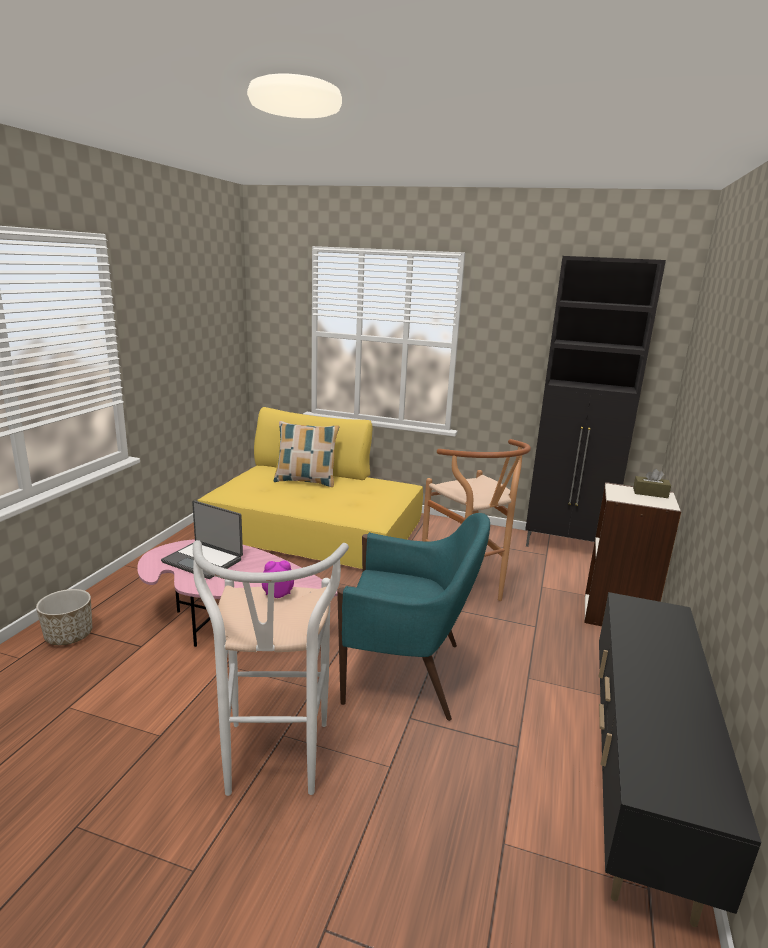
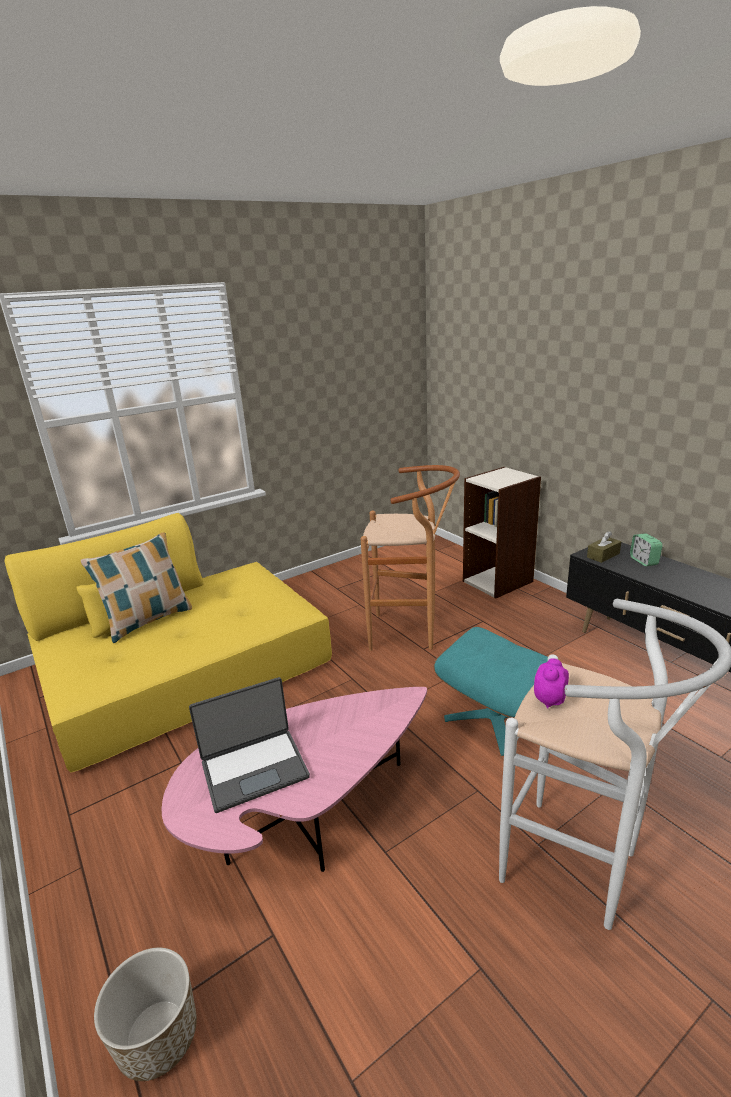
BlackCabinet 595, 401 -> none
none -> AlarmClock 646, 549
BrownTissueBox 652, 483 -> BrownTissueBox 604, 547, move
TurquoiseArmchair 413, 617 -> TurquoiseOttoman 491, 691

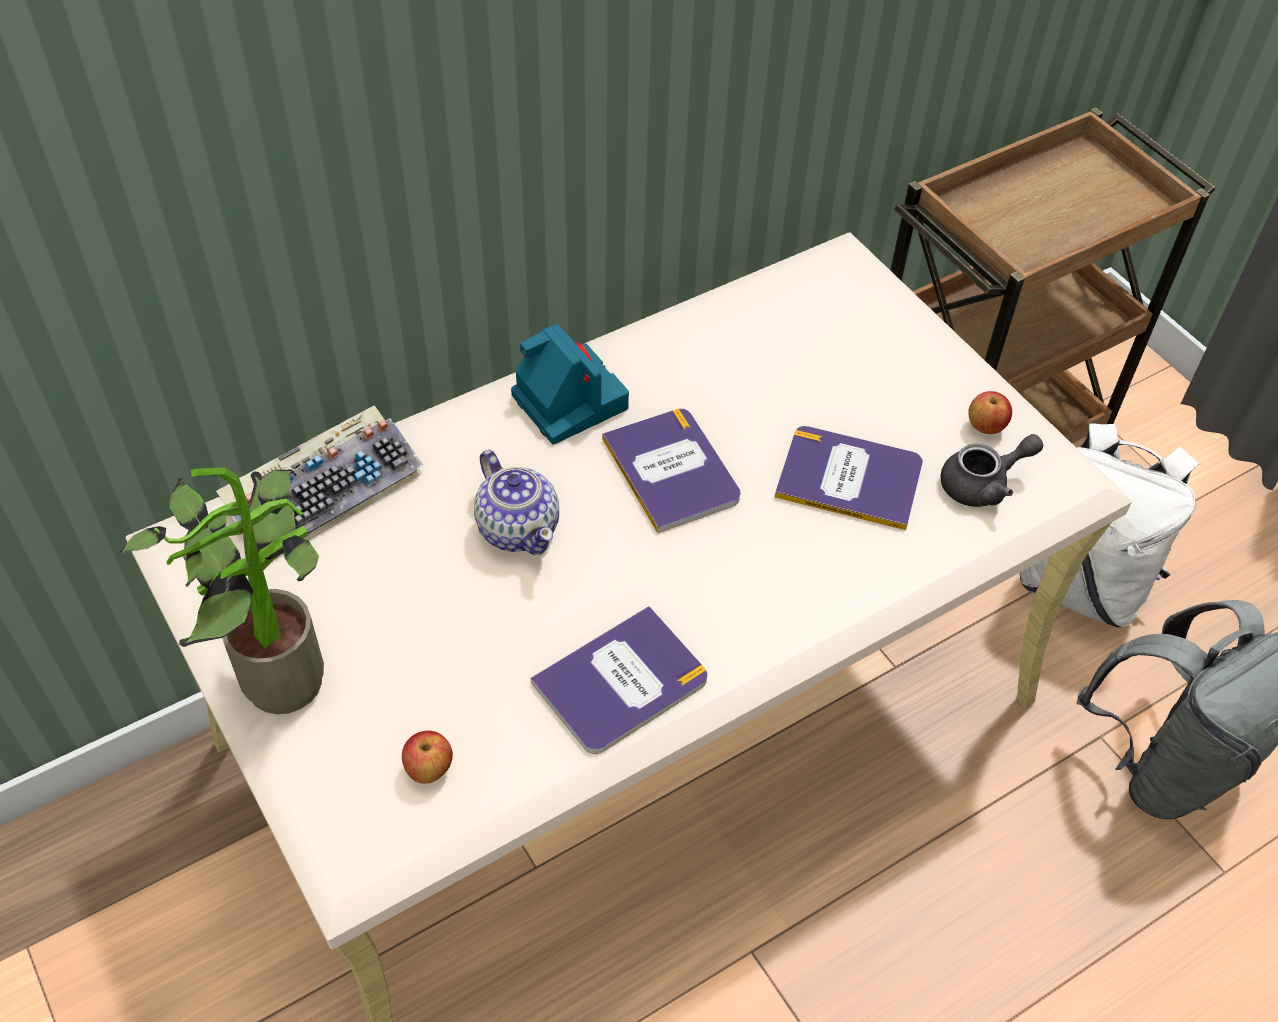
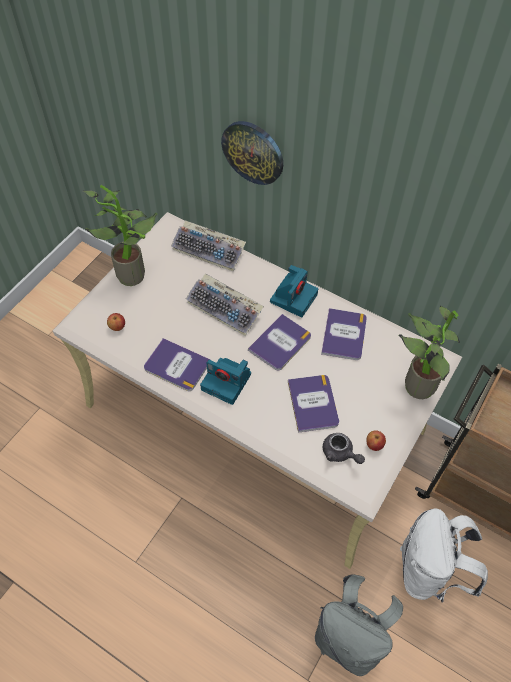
none -> PhotoCamera 225, 381
none -> WallClock 252, 153
none -> Book 344, 334
none -> PottedPlant 429, 352
Teapot 516, 502 -> Keyboard 225, 305

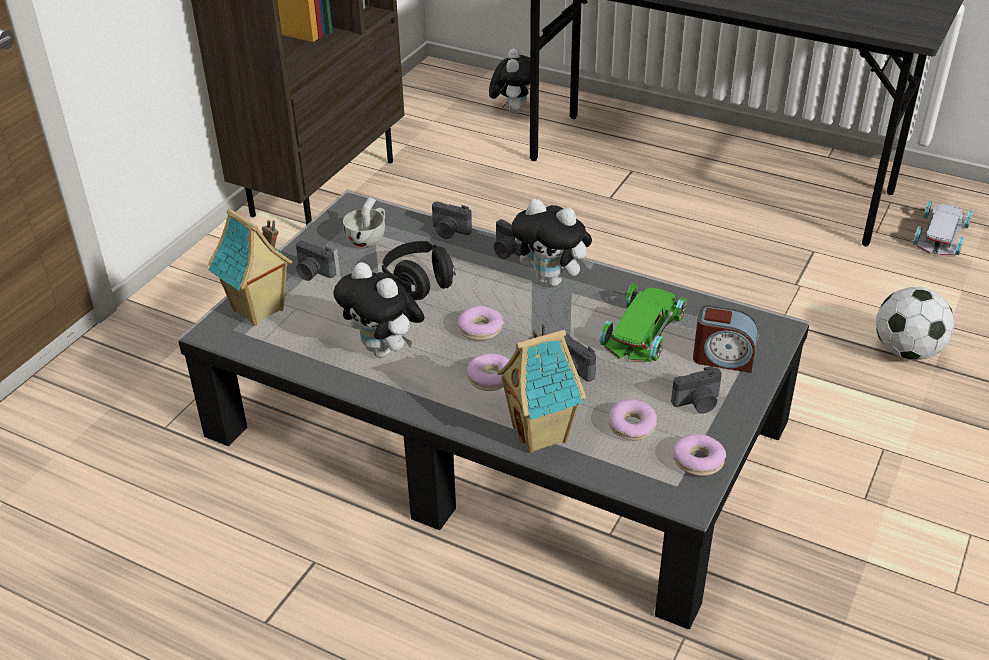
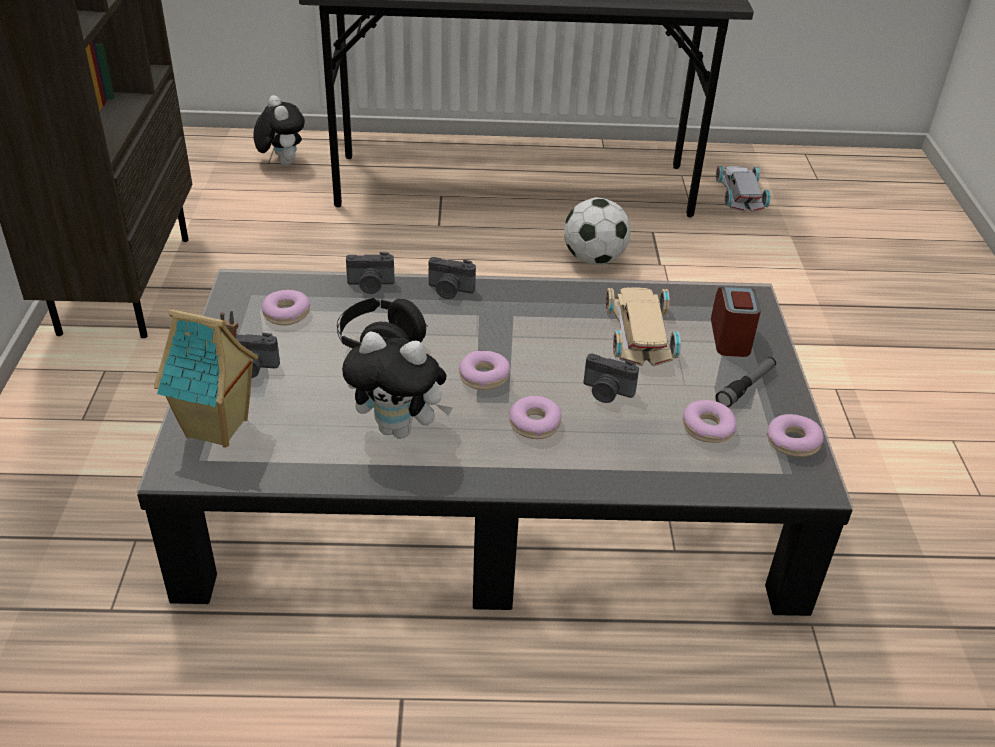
ToyHouse 541, 388 -> none
PlushToy 553, 242 -> none
Football 915, 323 -> Football 597, 231, move
WhiteCup 364, 222 -> Donut 286, 308
PhotoCamera 696, 390 -> Flashlight 745, 382
GreenToyCar 643, 323 -> BeigeToyCar 643, 326
AlarmClock 725, 339 -> AlarmClock 736, 322, 75 degrees counterclockwise

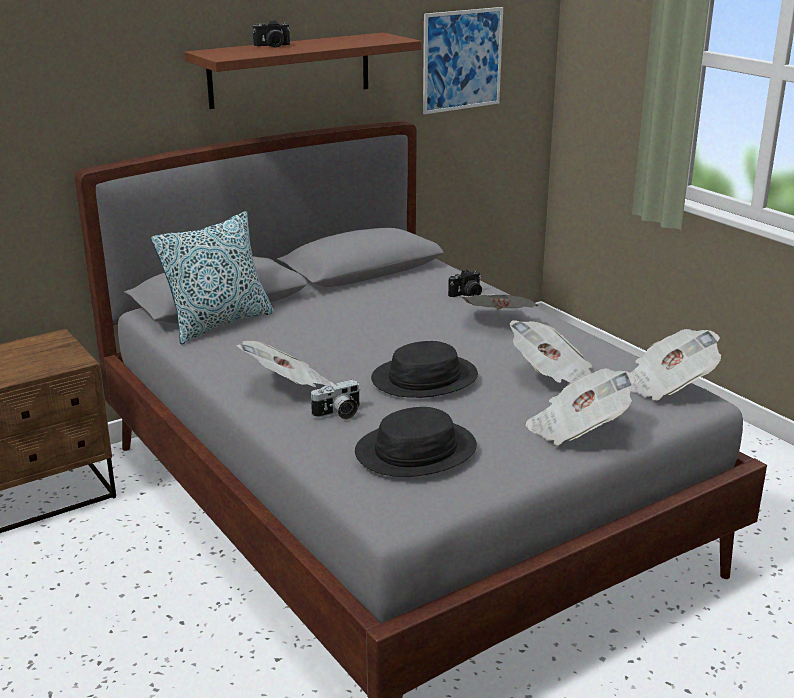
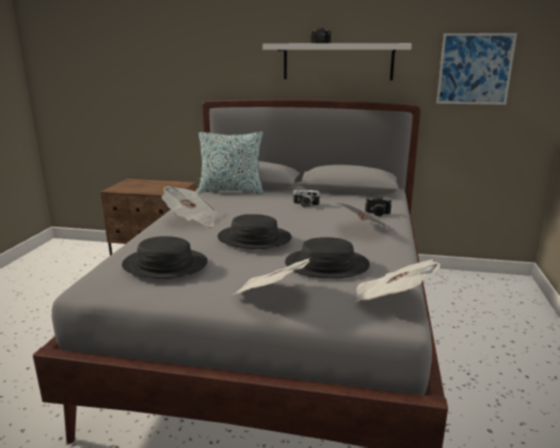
PhotoCamera 335, 399 -> PhotoCamera 306, 199, move
Newspaper 551, 351 -> BlackHat 327, 257
BrownShelf 302, 71 -> WhiteShelf 337, 61

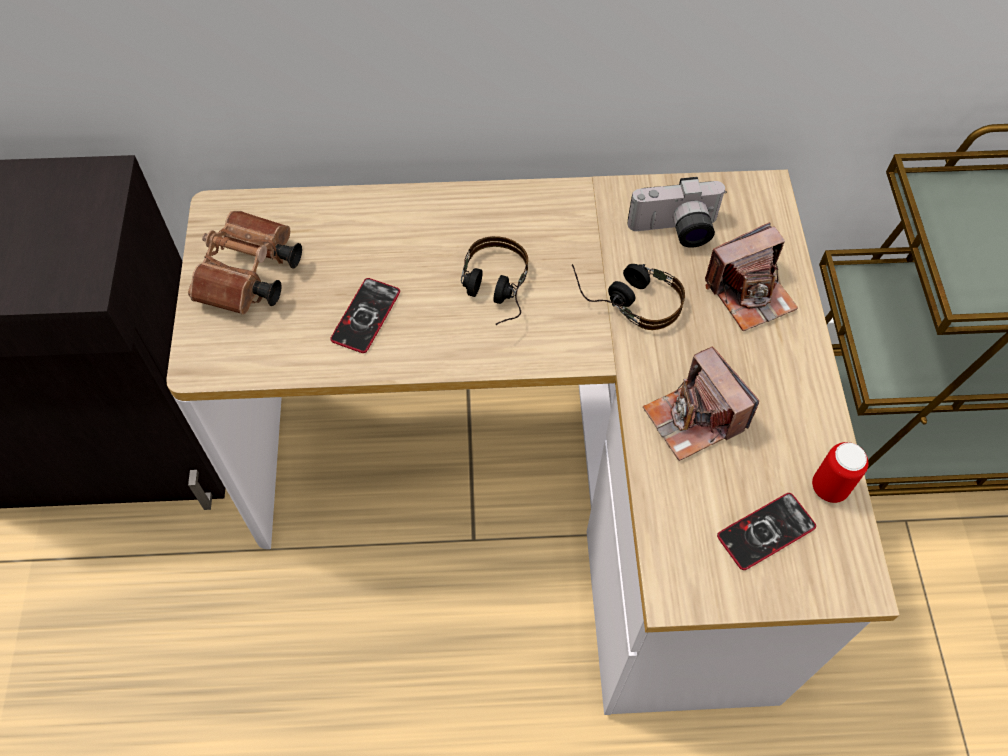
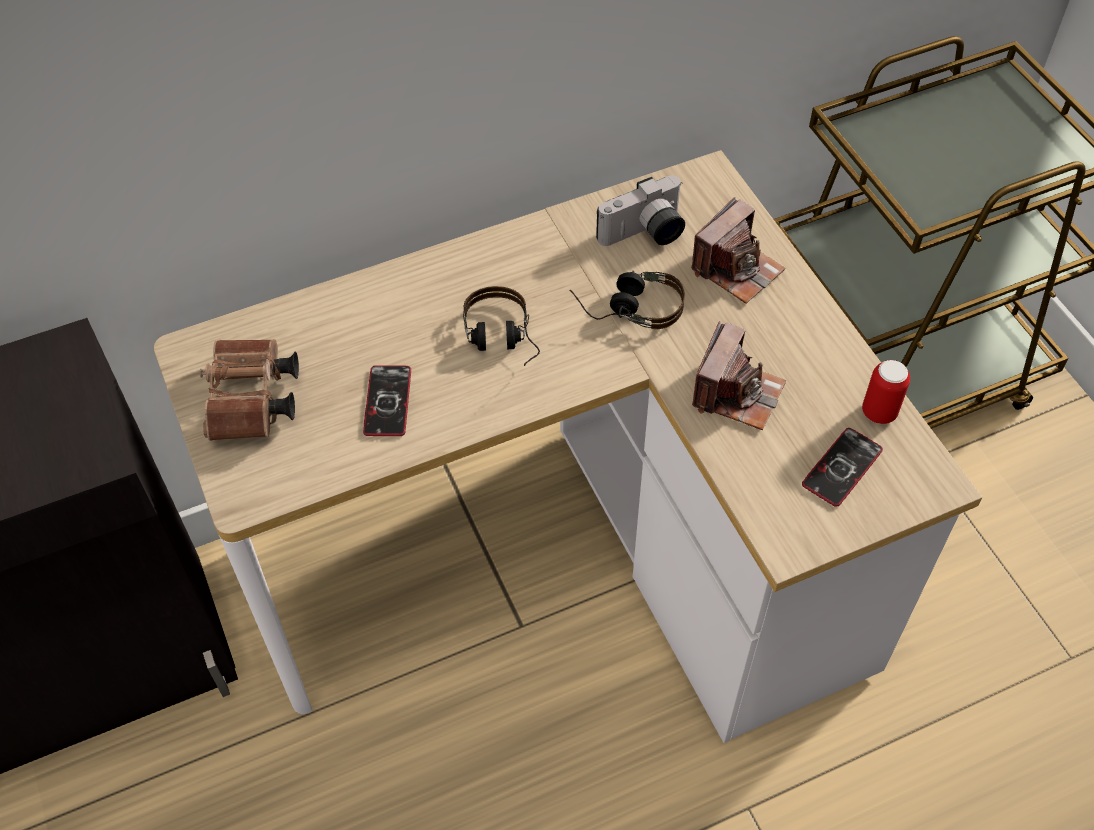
PhotoCamera 701, 403 -> PhotoCamera 739, 375, 105 degrees counterclockwise

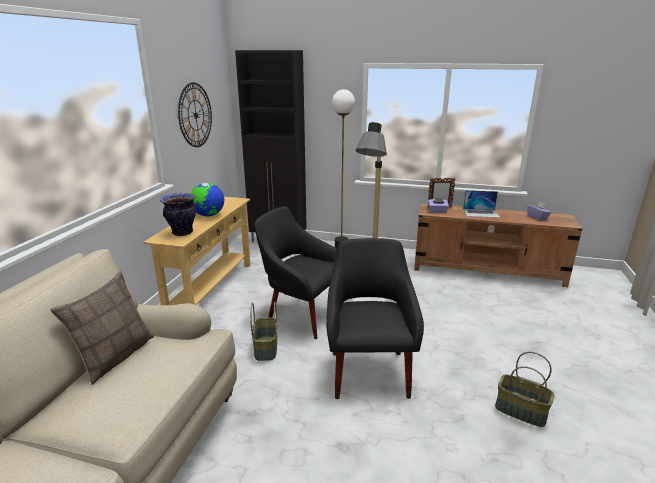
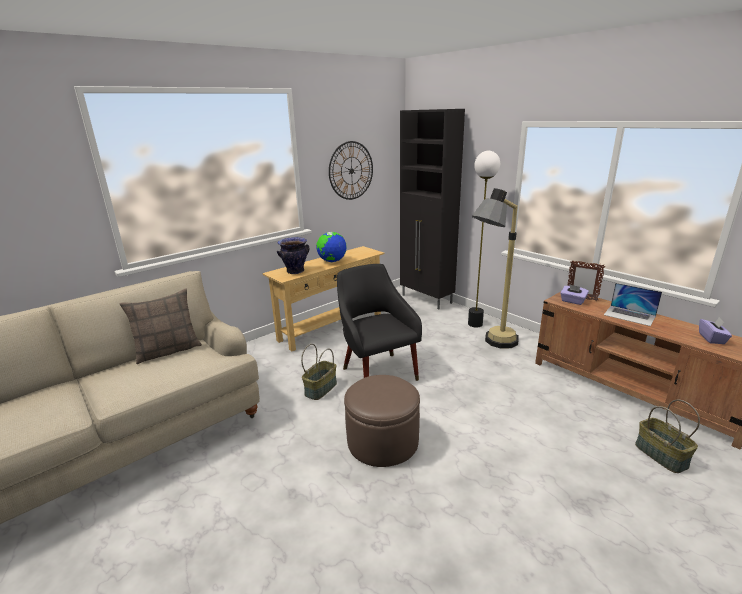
Basket 525, 389 -> Basket 667, 436, move
BlackArmchair 375, 318 -> BrownOttoman 382, 421

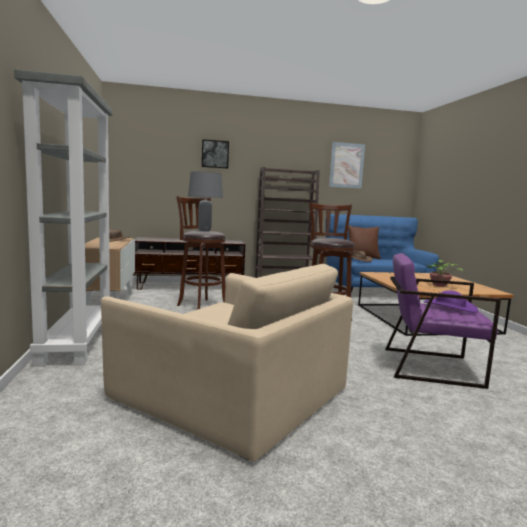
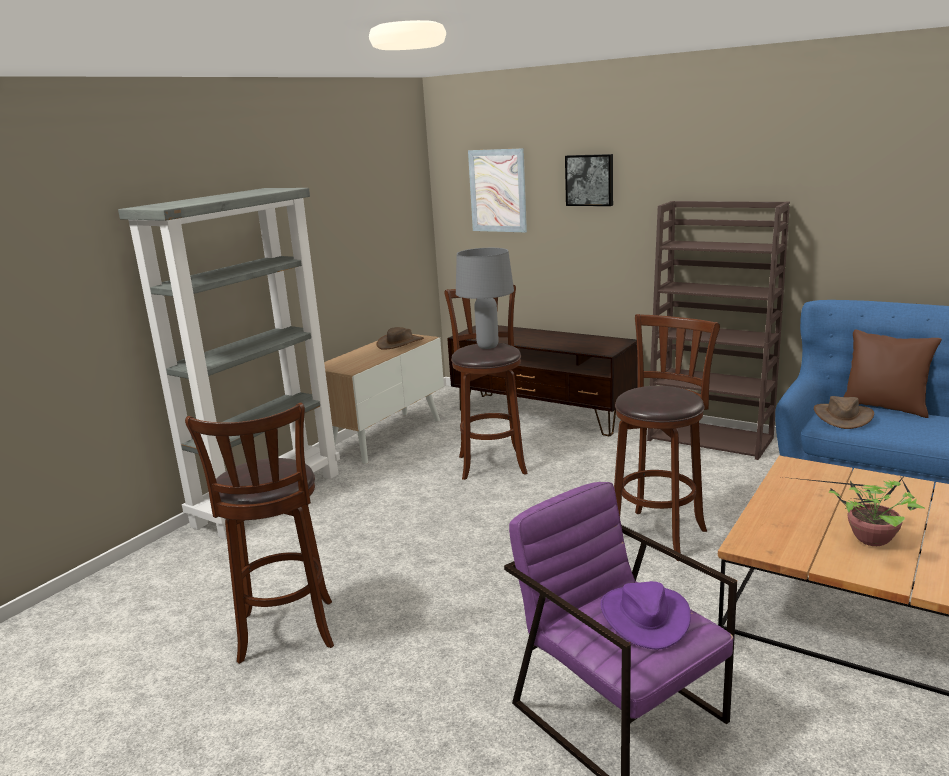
Picture 347, 165 -> Picture 497, 190, move
BeigeArmchair 227, 362 -> BrownStool 259, 533

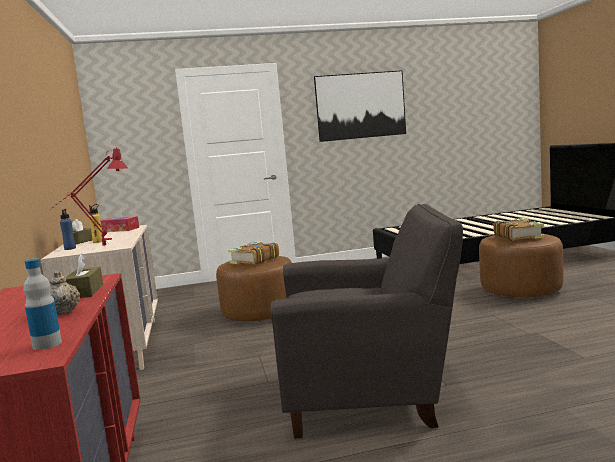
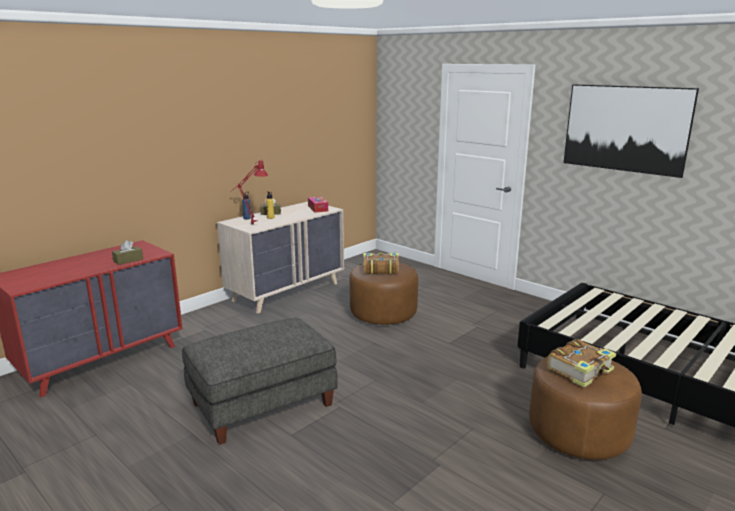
Bottle 42, 304 -> none
BeigeTeapot 65, 293 -> none
GreyArmchair 366, 321 -> GreyOttoman 260, 381

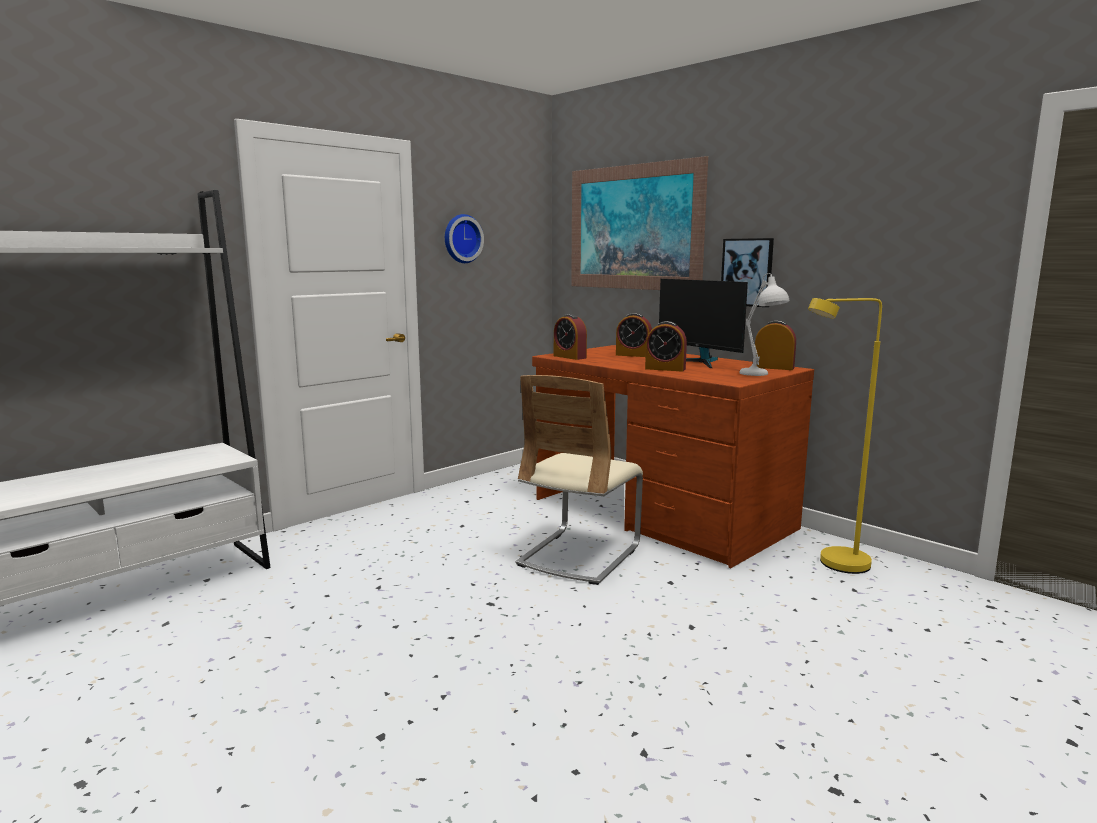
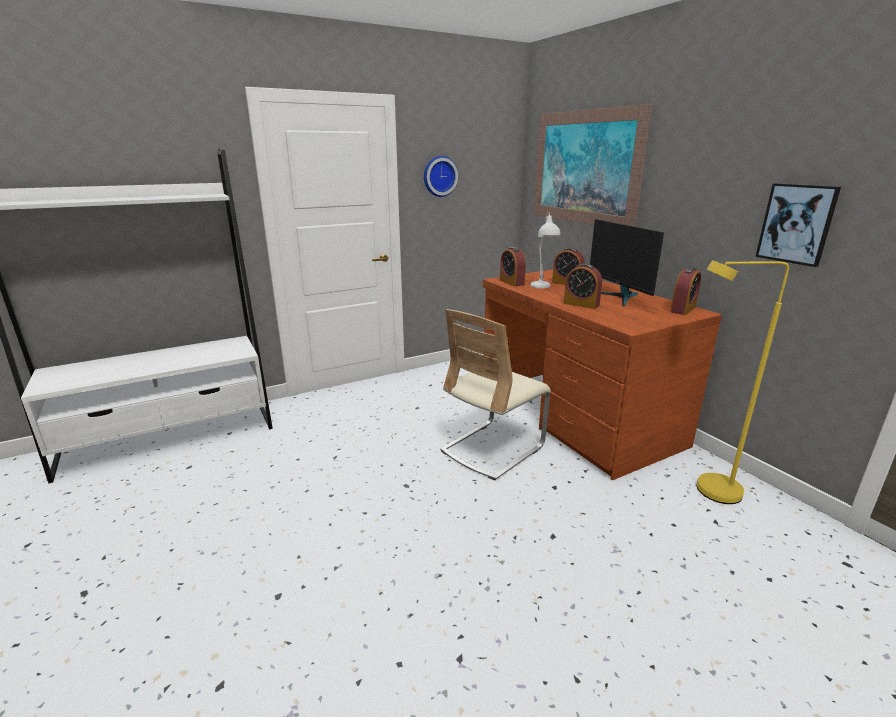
Picture 747, 272 -> Picture 798, 225, move
WhiteTableLamp 764, 324 -> WhiteTableLamp 545, 250, move
AlarmClock 775, 345 -> AlarmClock 685, 291, 90 degrees clockwise

